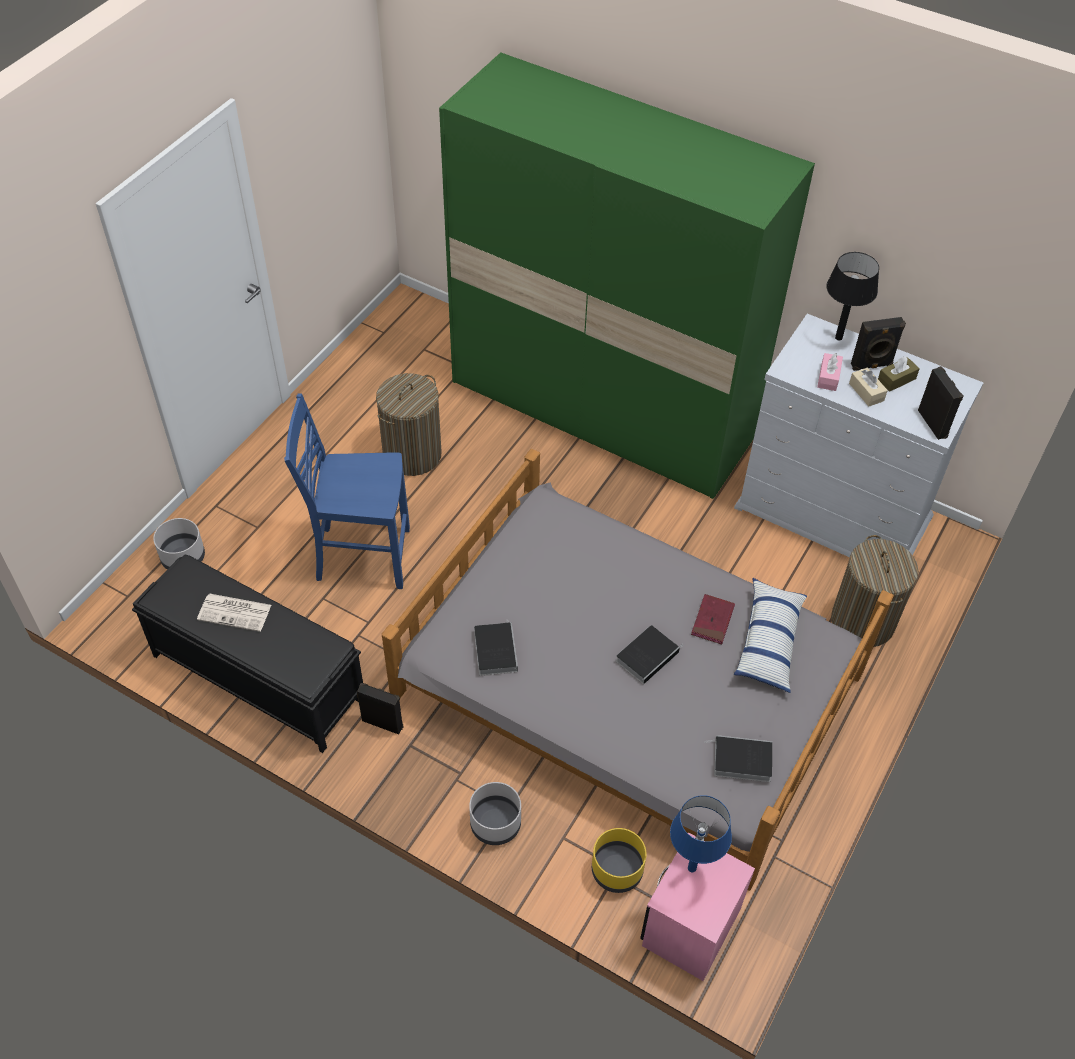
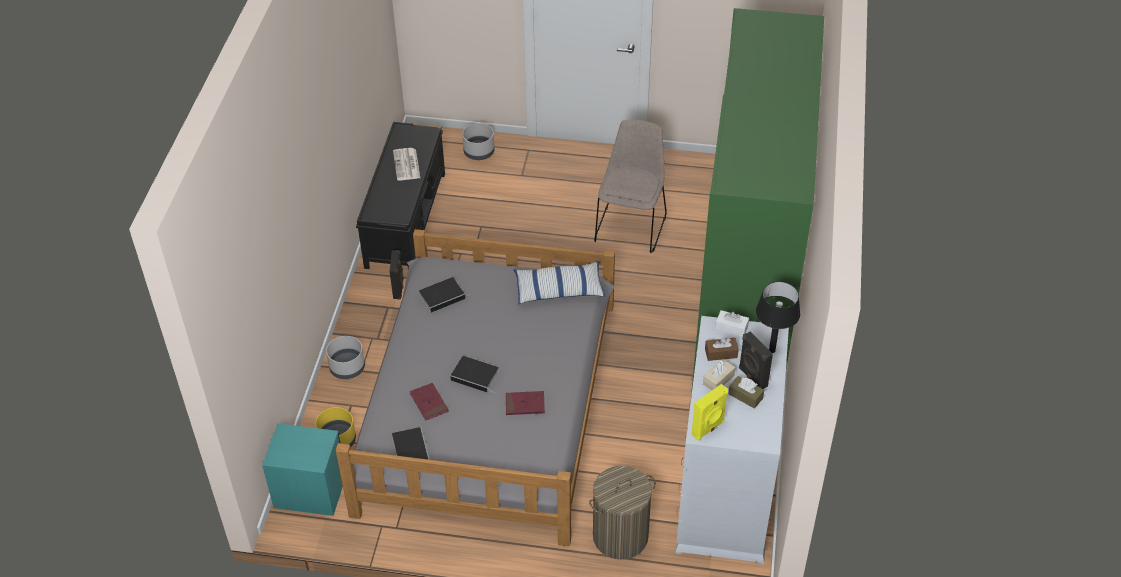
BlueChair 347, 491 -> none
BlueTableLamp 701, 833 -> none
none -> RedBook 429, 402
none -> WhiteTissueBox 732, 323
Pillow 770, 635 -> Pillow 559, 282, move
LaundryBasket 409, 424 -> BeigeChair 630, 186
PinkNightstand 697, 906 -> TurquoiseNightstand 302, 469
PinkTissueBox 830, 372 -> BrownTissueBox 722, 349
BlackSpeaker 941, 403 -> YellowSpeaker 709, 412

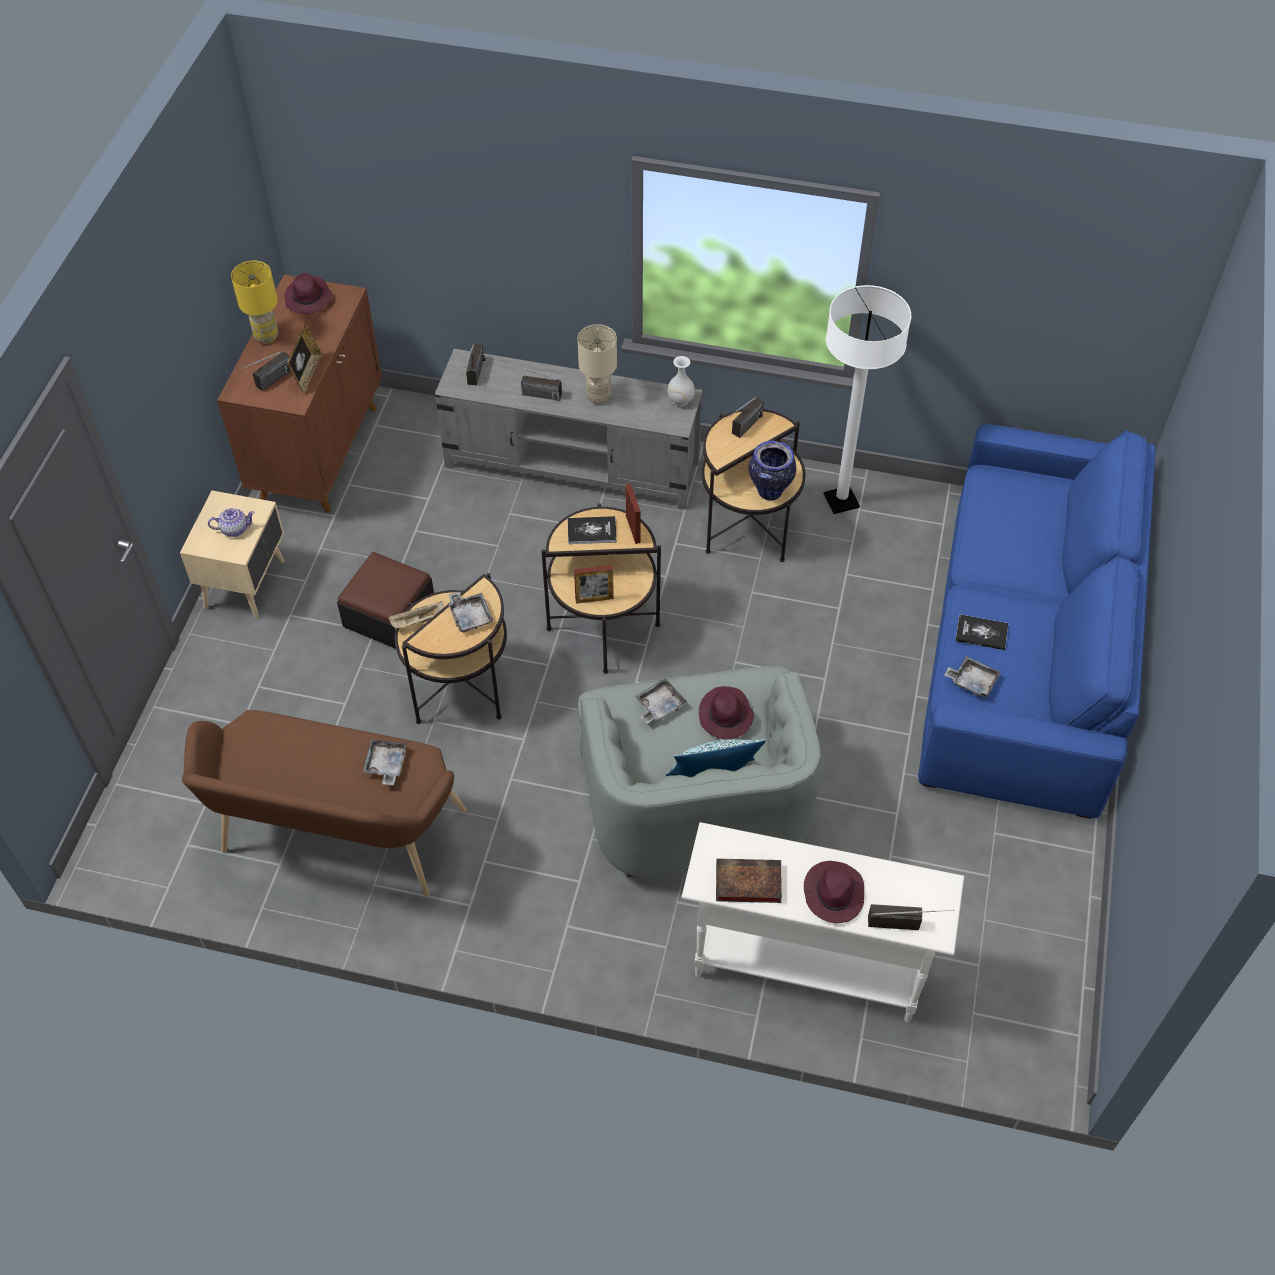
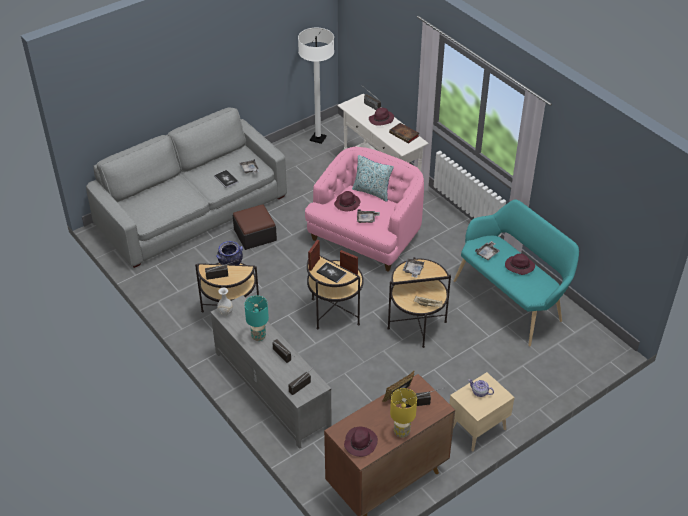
none -> PurpleHat 520, 264
Ottoman 385, 600 -> Ottoman 255, 227, move
WhiteFloorLamp 867, 399 -> WhiteFloorLamp 316, 86, move
BrownBench 324, 803 -> TurquoiseBench 516, 273
BeigeTableLamp 597, 364 -> TurquoiseTableLamp 256, 318
GreyArmchair 699, 772 -> PinkArmchair 364, 209
BlueSofa 1037, 621 -> GreySofa 186, 187

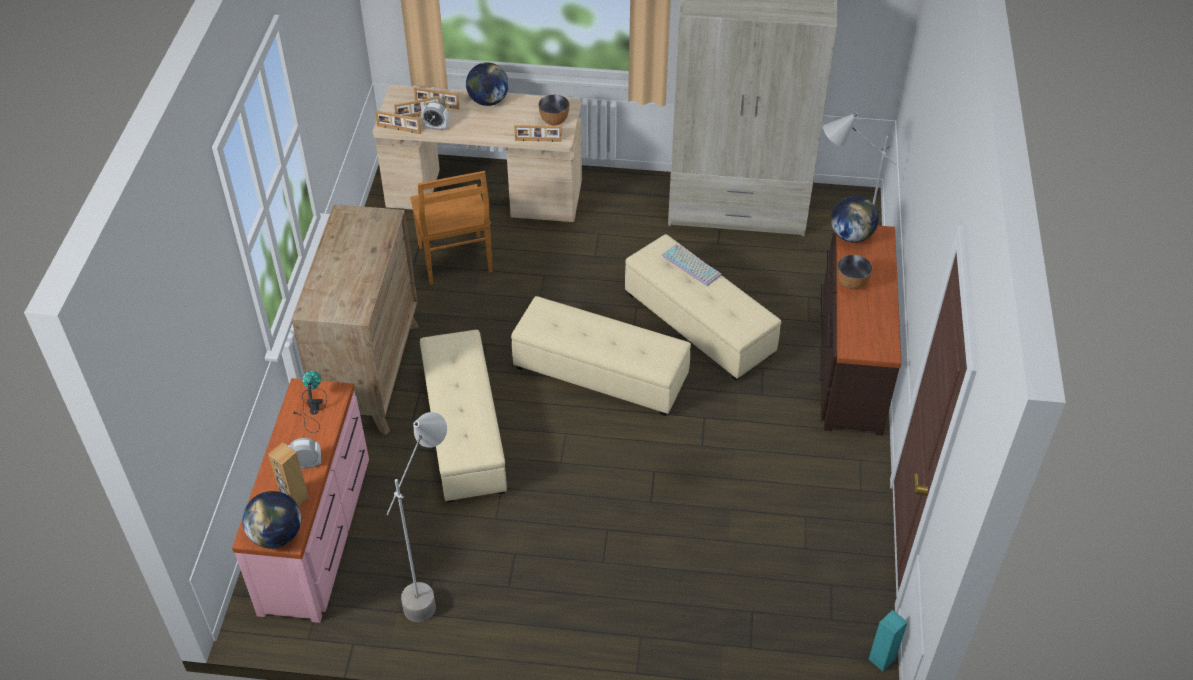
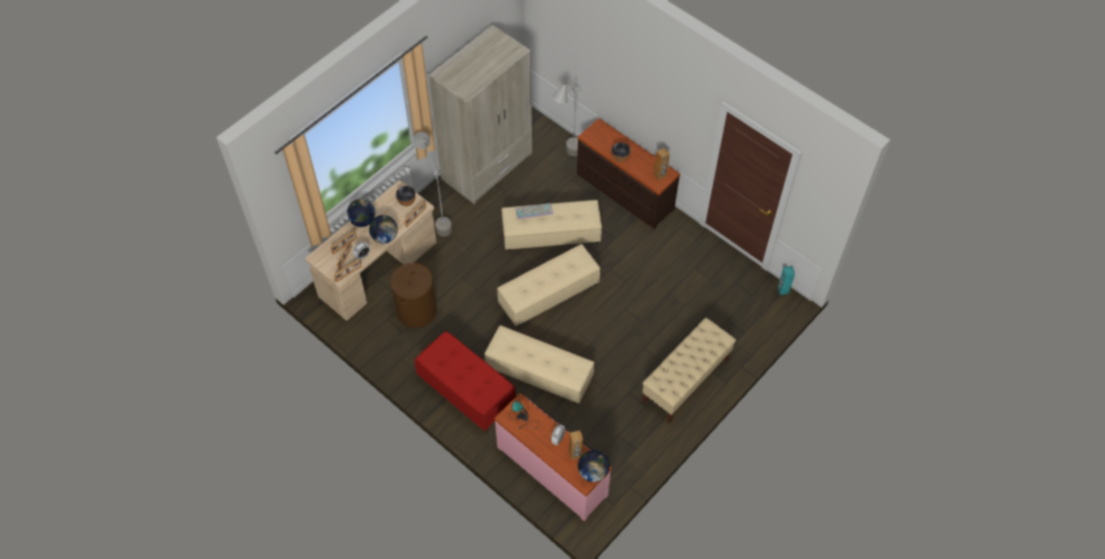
none -> BeigeBench 689, 371
none -> BrownSpeaker 661, 164
GreyFloorLamp 416, 517 -> GreyFloorLamp 432, 184, move
Globe 855, 219 -> Globe 383, 229, move
BrownDresser 355, 319 -> RedBench 465, 382
BrownChair 451, 228 -> BrownLaundryBasket 413, 294

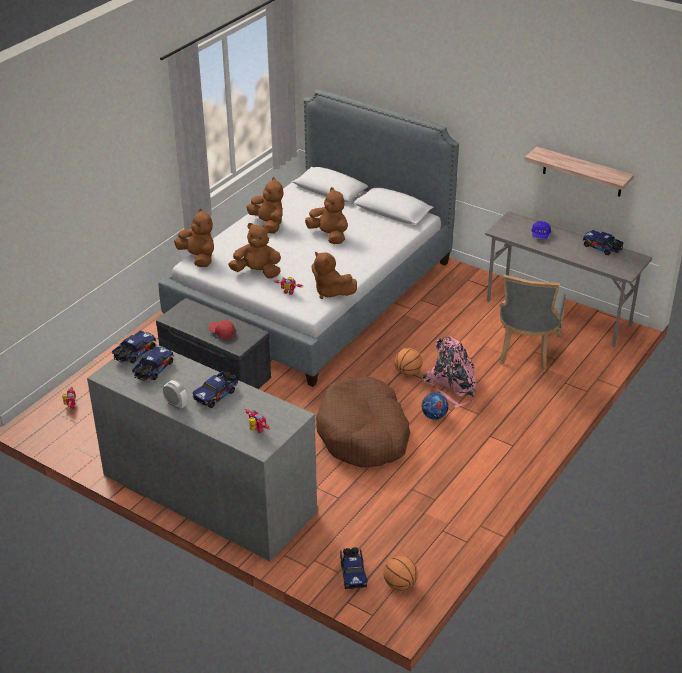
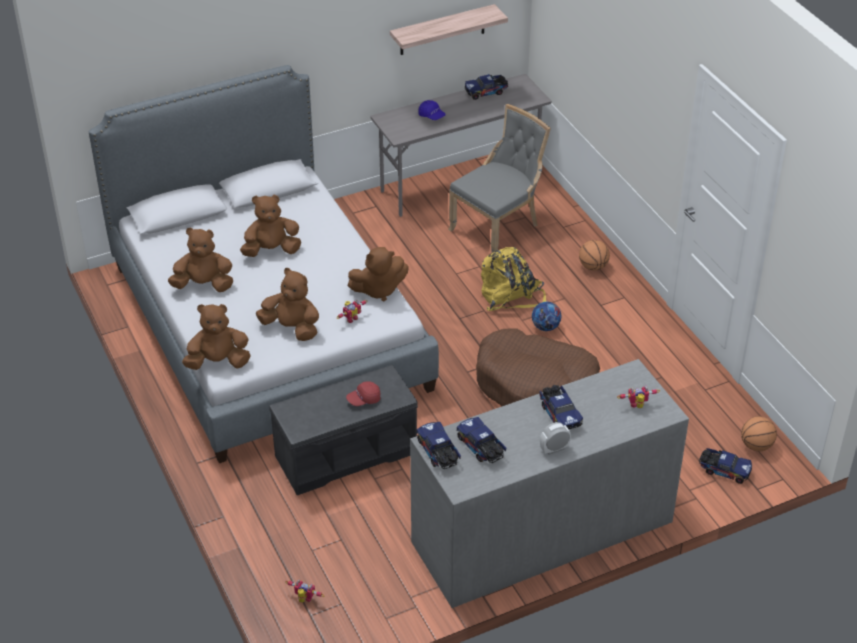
Basketball 408, 362 -> Basketball 594, 255, move
PinkBackpack 449, 372 -> YellowBackpack 513, 279
BrownPlushToy 254, 251 -> BrownPlushToy 287, 304, 75 degrees clockwise
GreyChair 532, 323 -> GreyChair 499, 178, 90 degrees counterclockwise

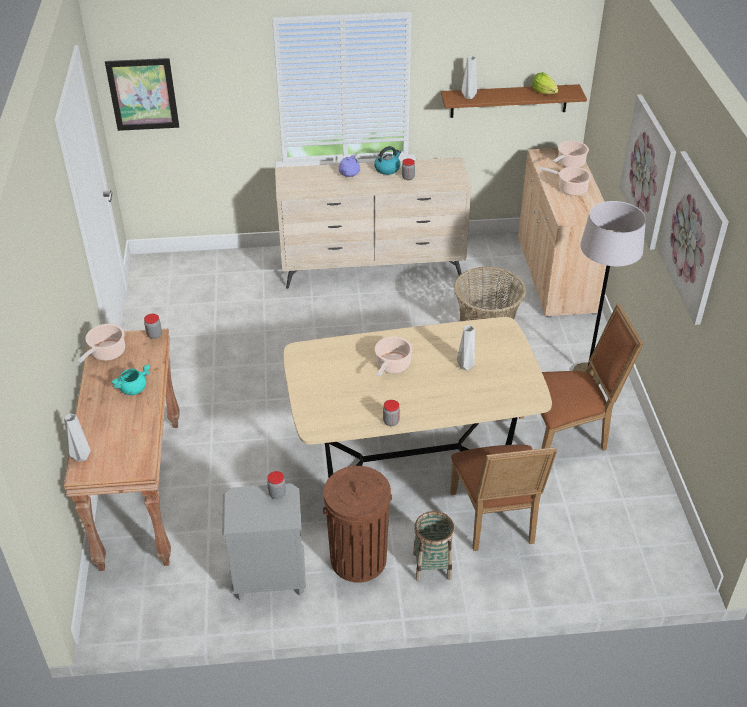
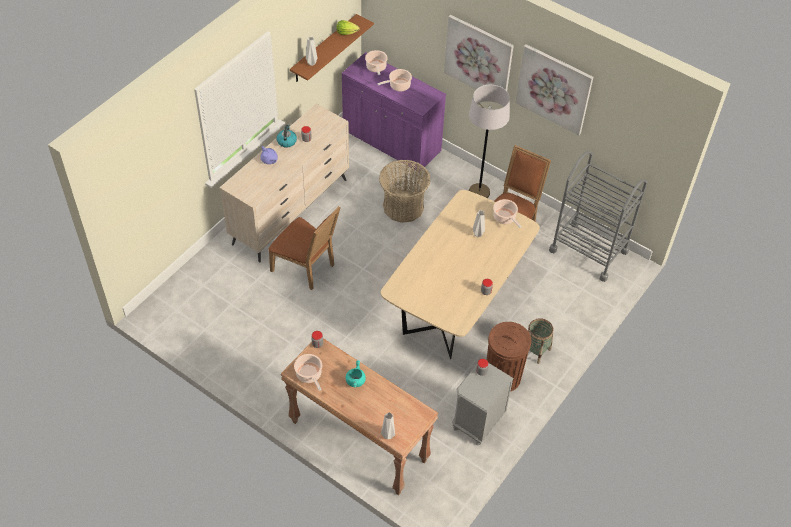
Picture 142, 94 -> none
none -> GreyCart 598, 216
CookingPot 394, 356 -> CookingPot 507, 213, move
BrownChair 503, 498 -> BrownChair 304, 248, move
BeigeCabinet 565, 233 -> PurpleCabinet 394, 111

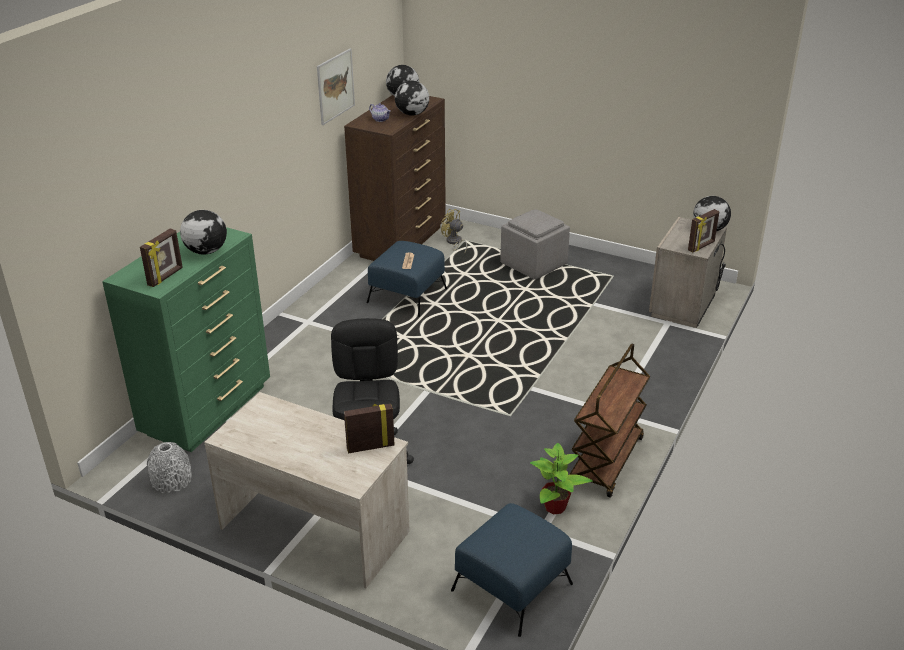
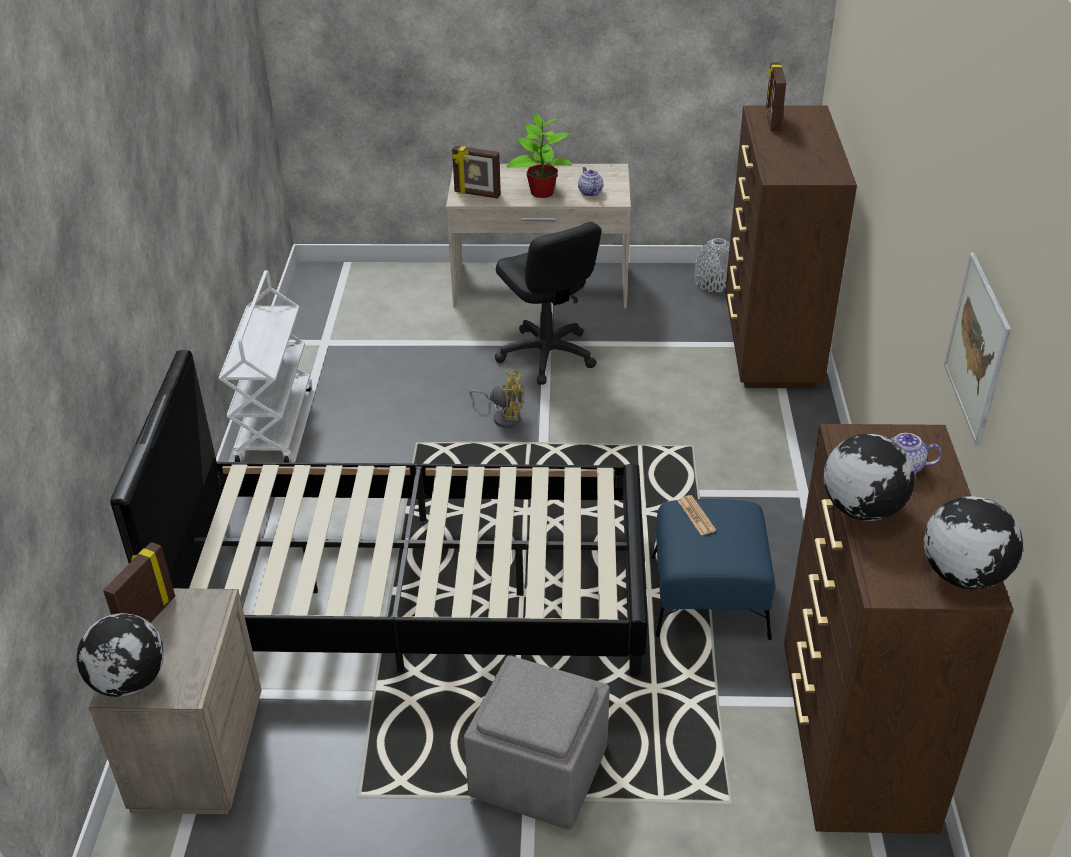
Globe 203, 232 -> none
BlueOttoman 512, 570 -> none
none -> BlackBed 379, 513
none -> Teapot 590, 181
YellowFan 454, 231 -> YellowFan 496, 399, move
PottedPlant 561, 478 -> PottedPlant 539, 156, move
GreenDresser 186, 339 -> BrownDresser 791, 247
BrownCart 610, 420 -> WhiteCart 265, 366
PictureFrame 369, 428 -> PictureFrame 476, 172, 60 degrees clockwise

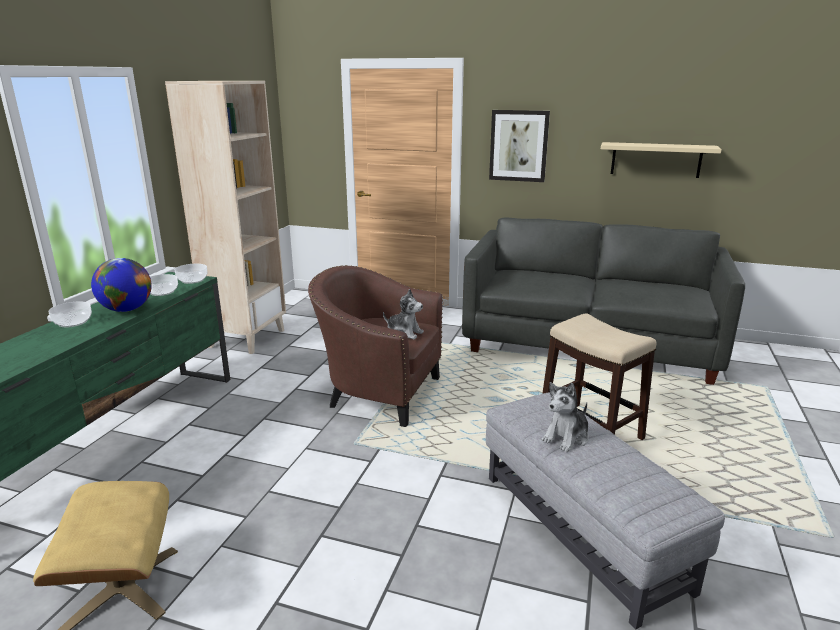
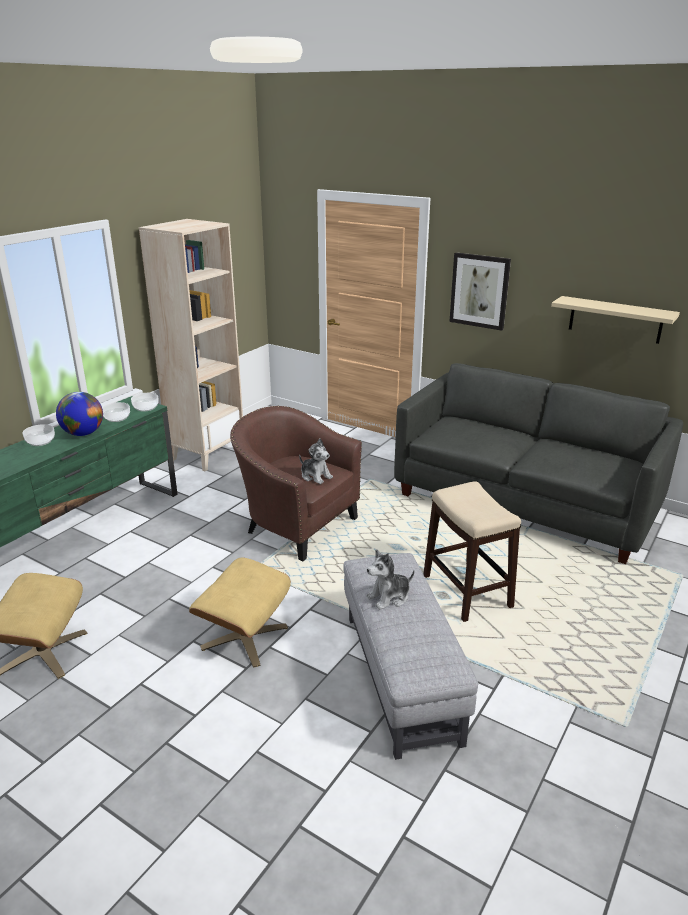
none -> BeigeOttoman 240, 612

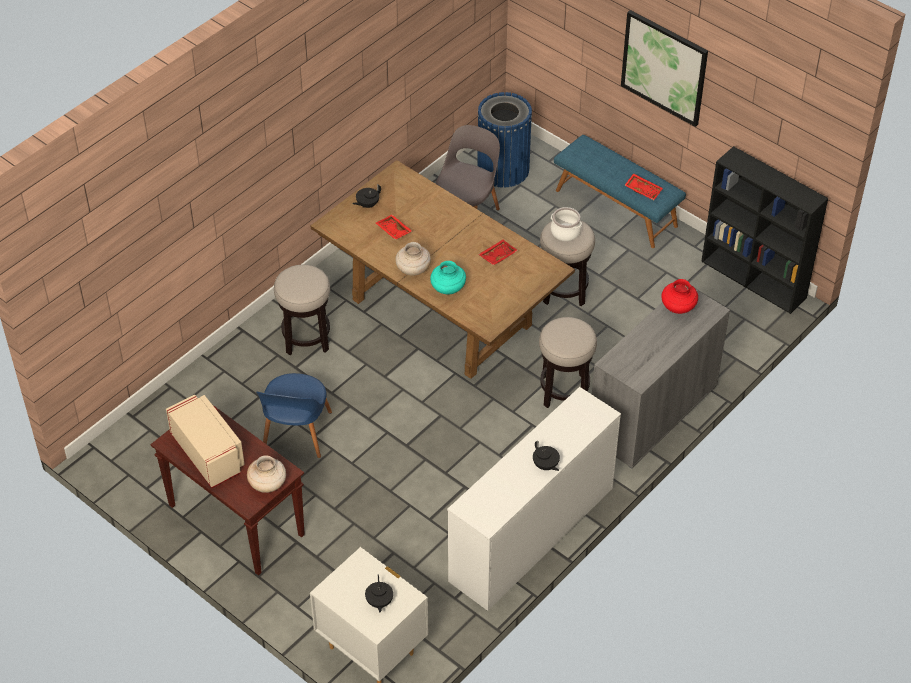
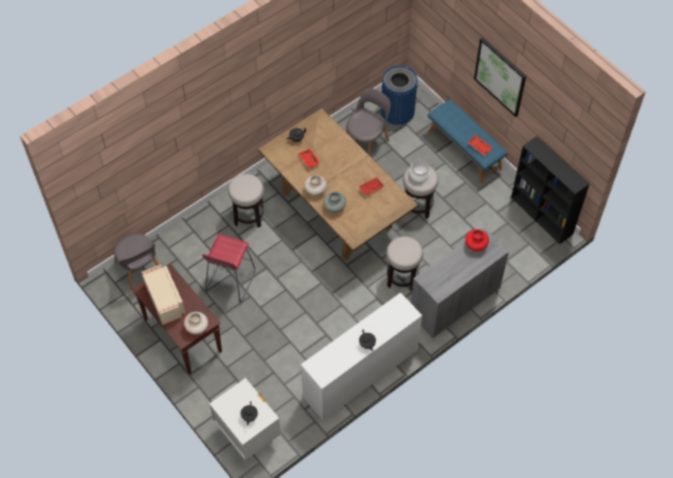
none -> GreyChair 136, 261
BlueChair 294, 415 -> RedStool 228, 269
TurquoiseVase 448, 277 -> GreyVase 335, 202

